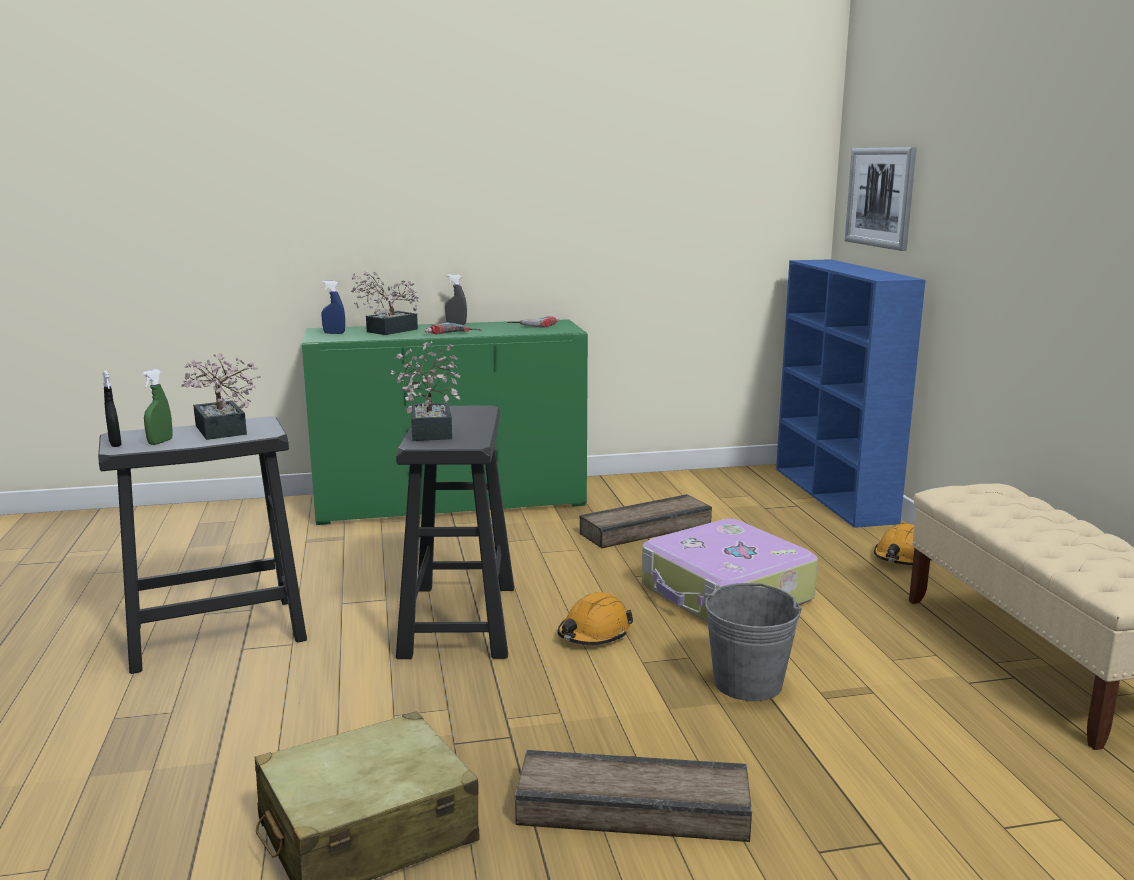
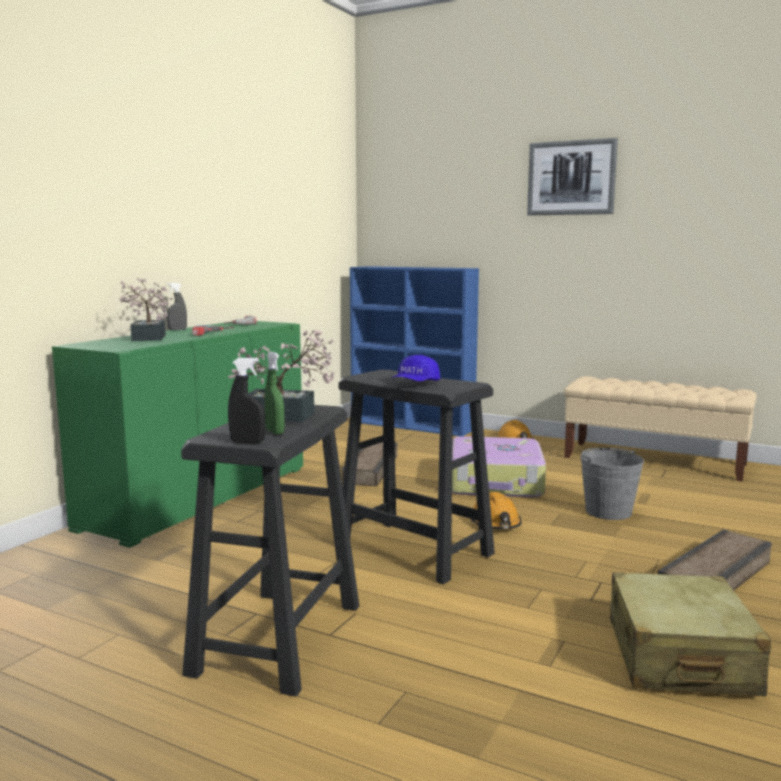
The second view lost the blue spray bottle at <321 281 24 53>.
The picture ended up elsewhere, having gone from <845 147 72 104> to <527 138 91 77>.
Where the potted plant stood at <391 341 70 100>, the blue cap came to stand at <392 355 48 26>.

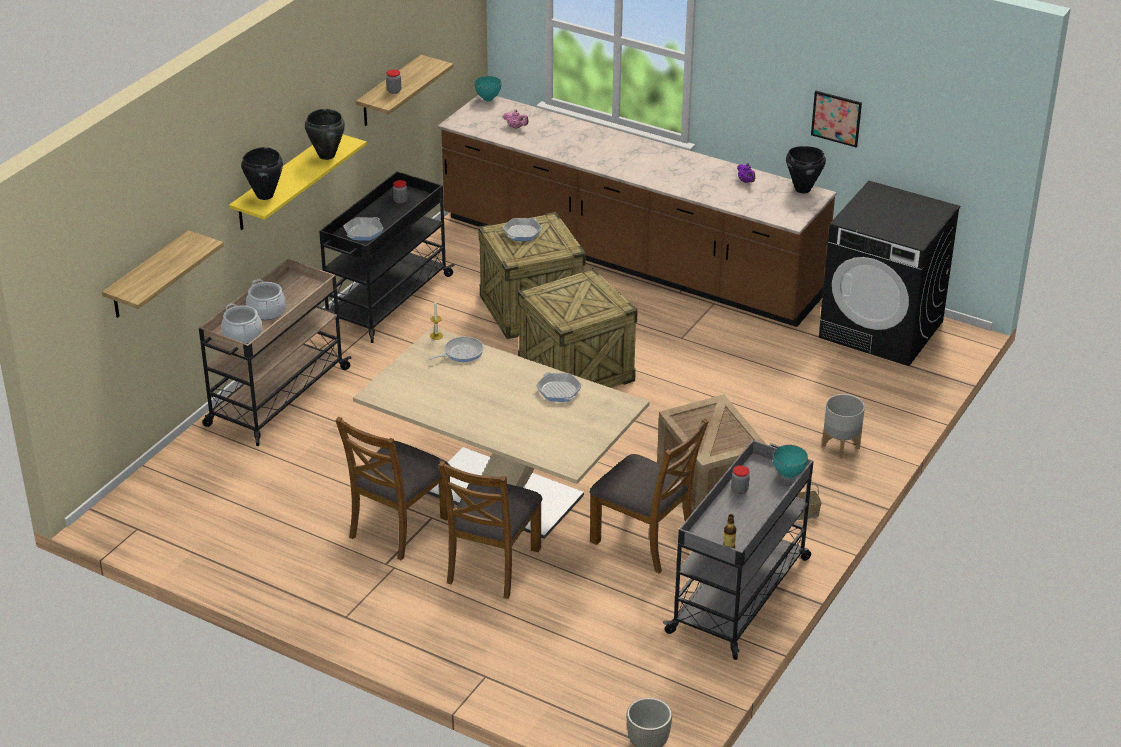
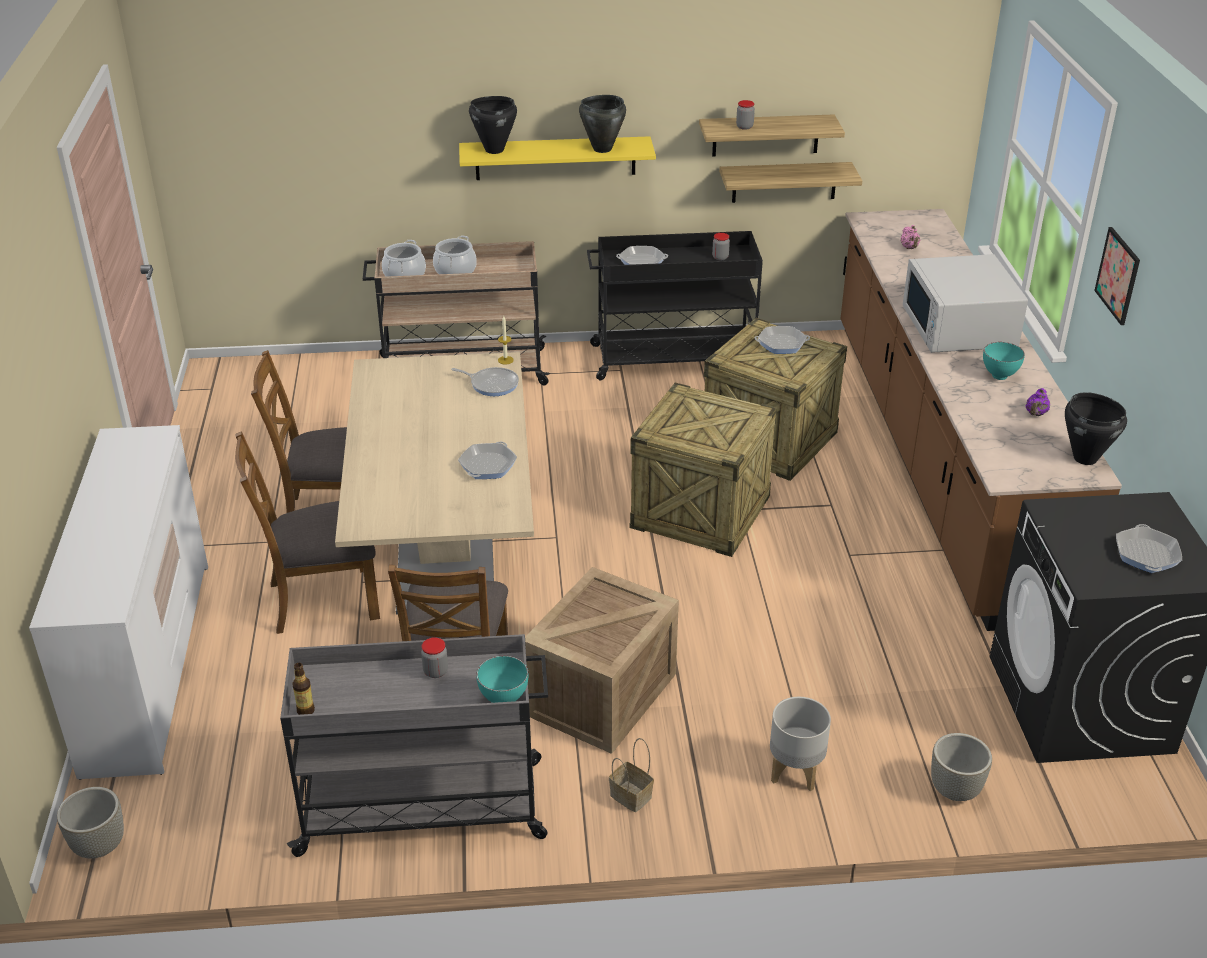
The second view gained the white dresser at <29 425 179 355>.
The second view gained the white microwave at <903 254 125 99>.
The second view gained the grey planter at <931 733 61 68>.
The second view gained the frying pan at <1116 524 66 49>.
The shelf ended up elsewhere, having gone from <102 230 122 88> to <719 162 143 41>.
The turquoise bowl ended up elsewhere, having gone from <475 76 26 25> to <983 342 42 38>.
The picture ended up elsewhere, having gone from <811 91 51 56> to <1094 227 46 98>.

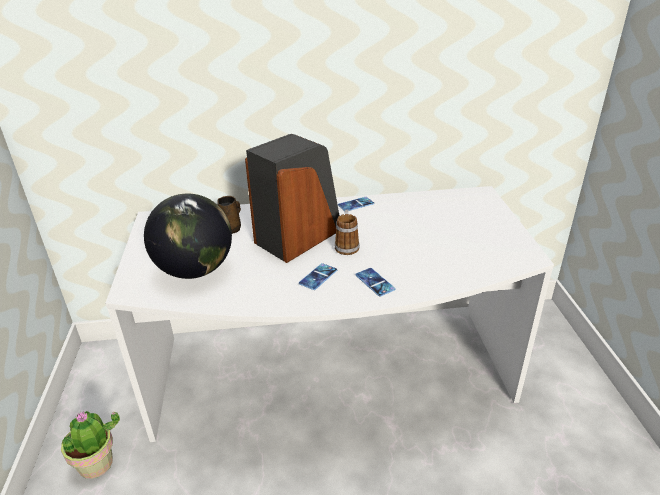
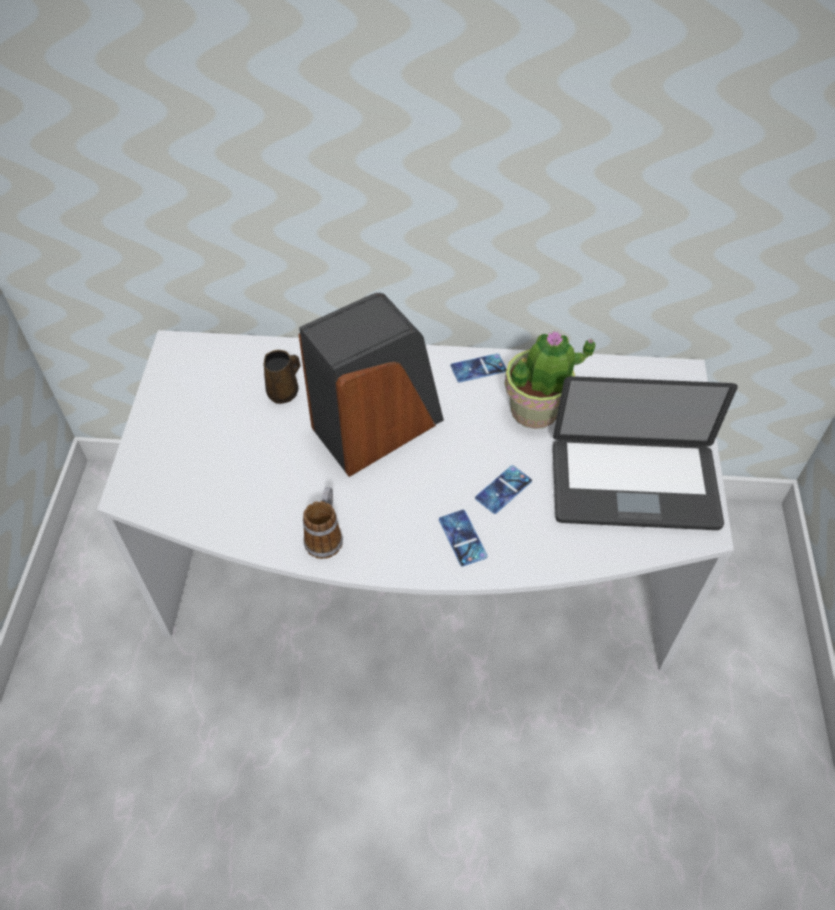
The second view lost the globe at <144 193 88 86>.
The second view gained the laptop at <553 376 185 154>.
The potted plant ended up elsewhere, having gone from <61 410 59 69> to <505 331 90 98>.
The phone ended up elsewhere, having gone from <299 263 38 27> to <475 465 57 49>.
The mug ended up elsewhere, having gone from <335 210 25 45> to <303 487 40 72>.

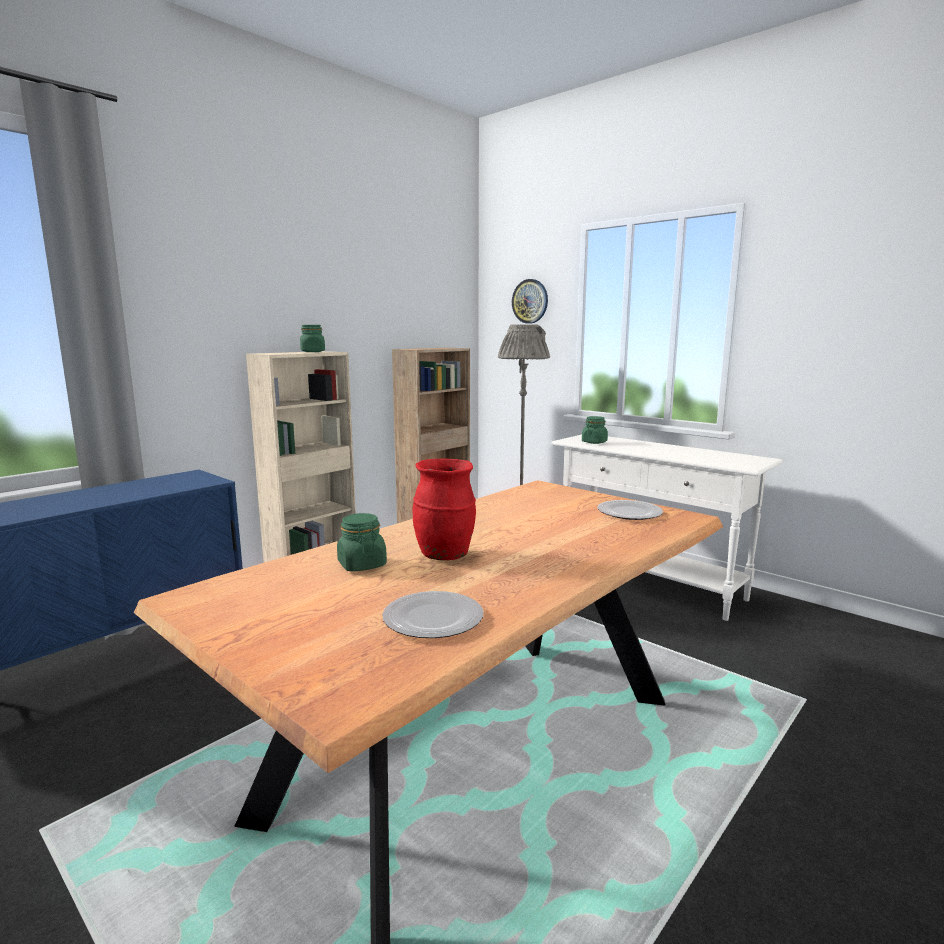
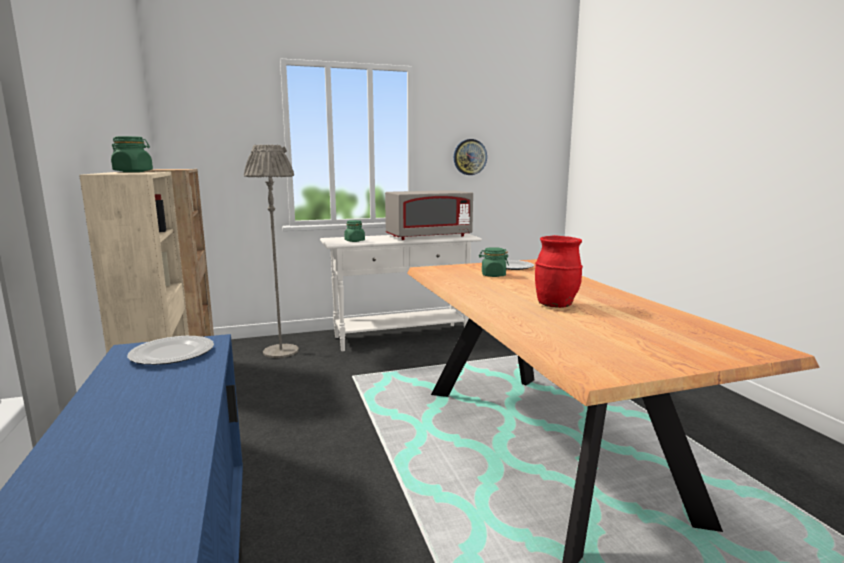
The second view gained the grey microwave at <385 190 88 50>.
The green jar ended up elsewhere, having gone from <337 513 50 59> to <479 247 30 30>.
The plate ended up elsewhere, having gone from <382 591 102 47> to <127 336 87 29>.
The wall clock ended up elsewhere, having gone from <512 279 36 45> to <454 139 33 36>.

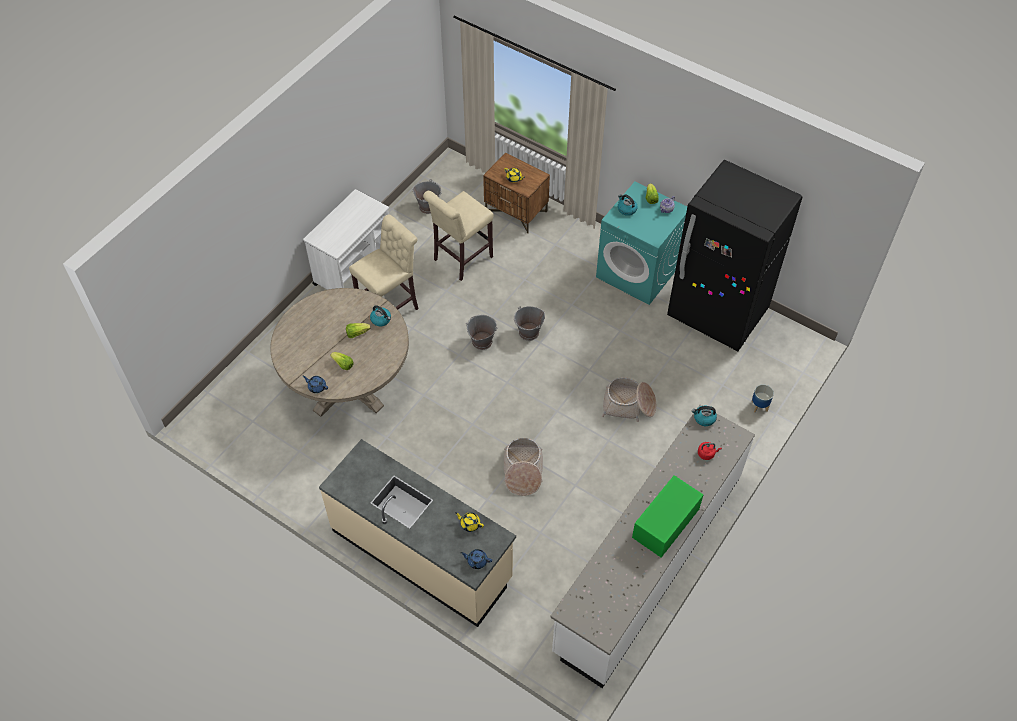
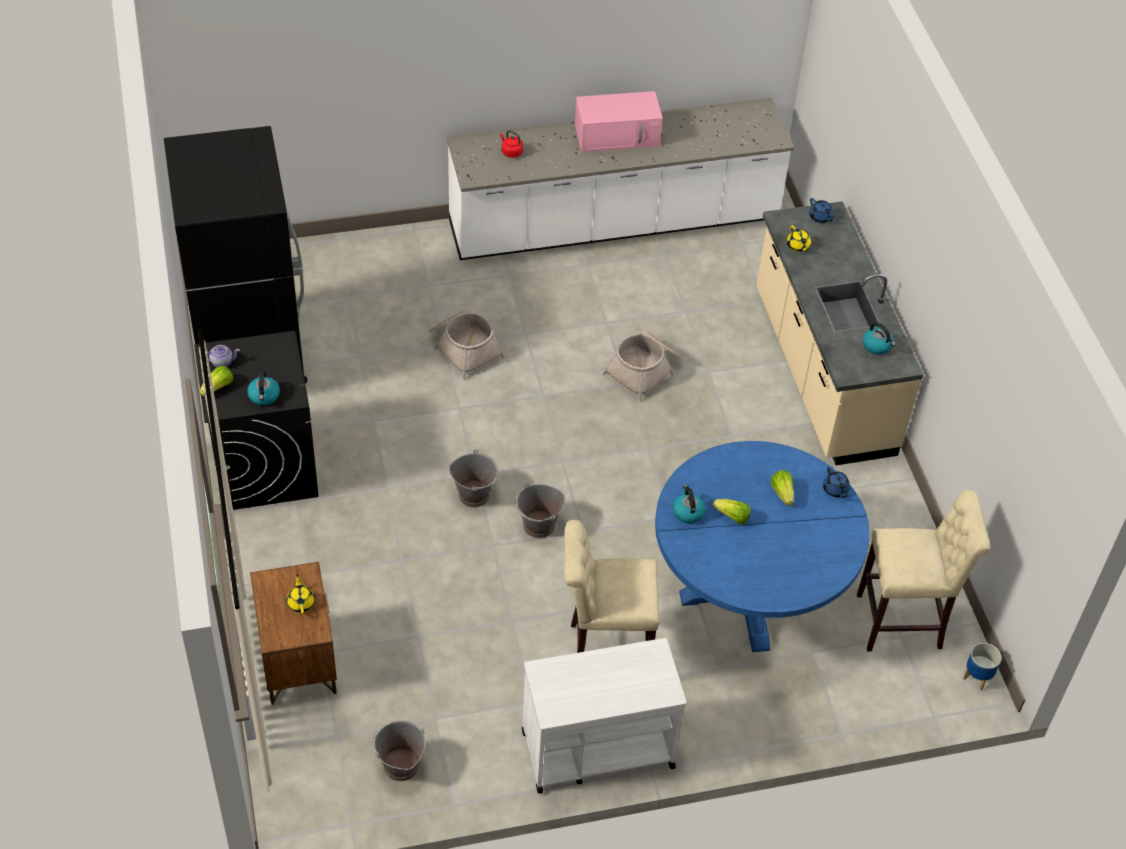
The beige stool ended up elsewhere, having gone from <423 190 70 91> to <857 490 134 162>.
The kettle ended up elsewhere, having gone from <692 406 25 20> to <863 322 33 33>.
The planter ended up elsewhere, having gone from <751 384 23 28> to <963 643 38 47>.
What was the beige dining table at <270 288 139 129> turned into the blue dining table at <655 441 215 211>.
What was the turquoise washing machine at <596 182 91 123> turned into the black washing machine at <194 331 125 179>.
What was the green microwave at <632 475 72 83> turned into the pink microwave at <575 91 88 61>.

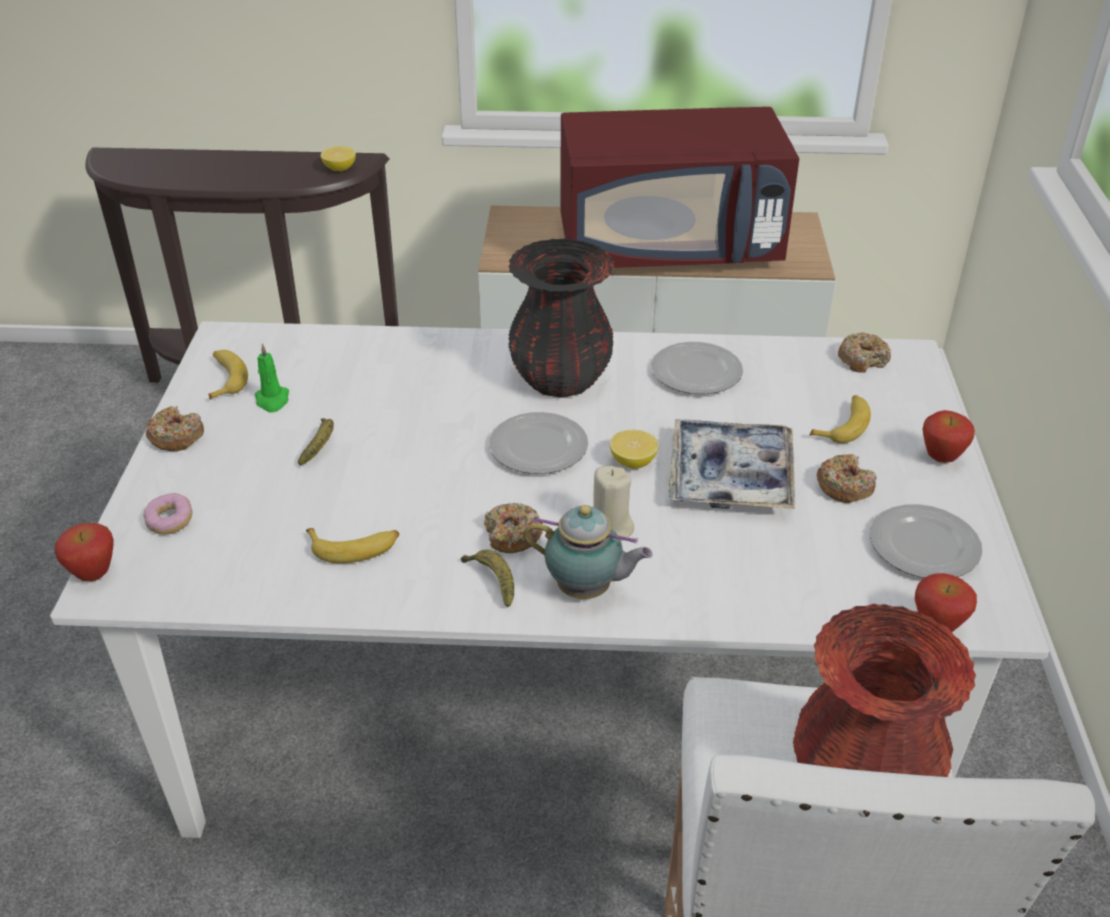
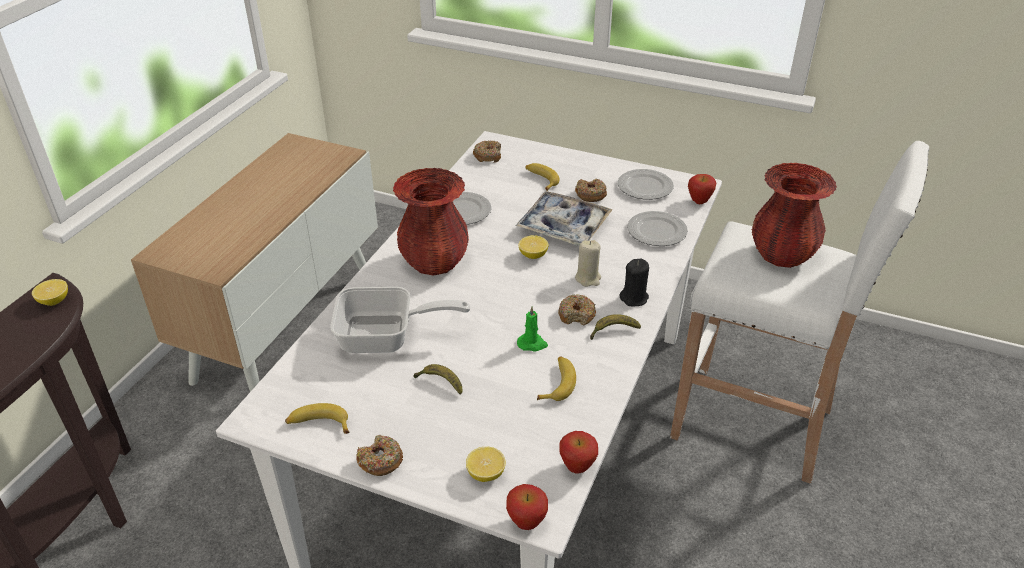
The second view lost the red microwave at <560 107 239 161>.
The second view gained the frying pan at <330 287 140 66>.
The green candle ended up elsewhere, having gone from <255 343 34 70> to <517 306 31 45>.
The plate ended up elsewhere, having gone from <489 412 99 62> to <627 211 61 35>.
The apple ended up elsewhere, having gone from <922 410 53 53> to <559 431 39 43>.
Where the donut stood at <144 493 49 42>, the lemon came to stand at <466 447 40 35>.
Where the teapot stood at <524 505 128 94>, the black candle came to stand at <620 258 29 49>.
What was the black vase at <508 238 107 160> turned into the red vase at <393 168 76 108>.

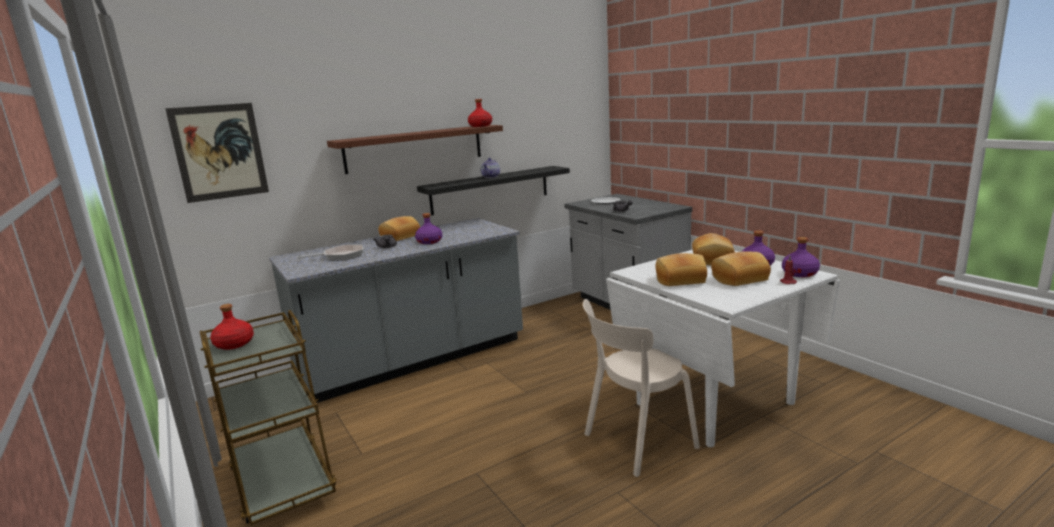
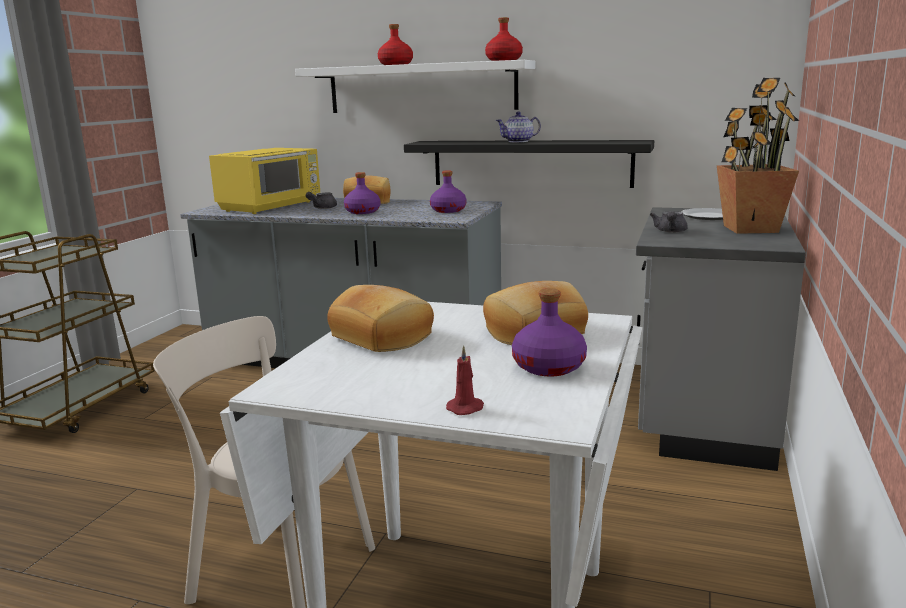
The second view lost the picture at <165 103 104 100>.
The second view lost the bread at <711 251 60 35>.
The second view gained the potted plant at <717 78 82 156>.
The red bottle ended up elsewhere, having gone from <210 304 44 46> to <378 24 35 41>.
The purple bottle ended up elsewhere, having gone from <782 237 38 40> to <430 170 36 43>.
Where the frying pan stood at <297 244 67 17>, the yellow microwave came to stand at <209 148 111 66>.
What was the brown shelf at <327 125 176 49> turned into the white shelf at <295 60 240 53>.

